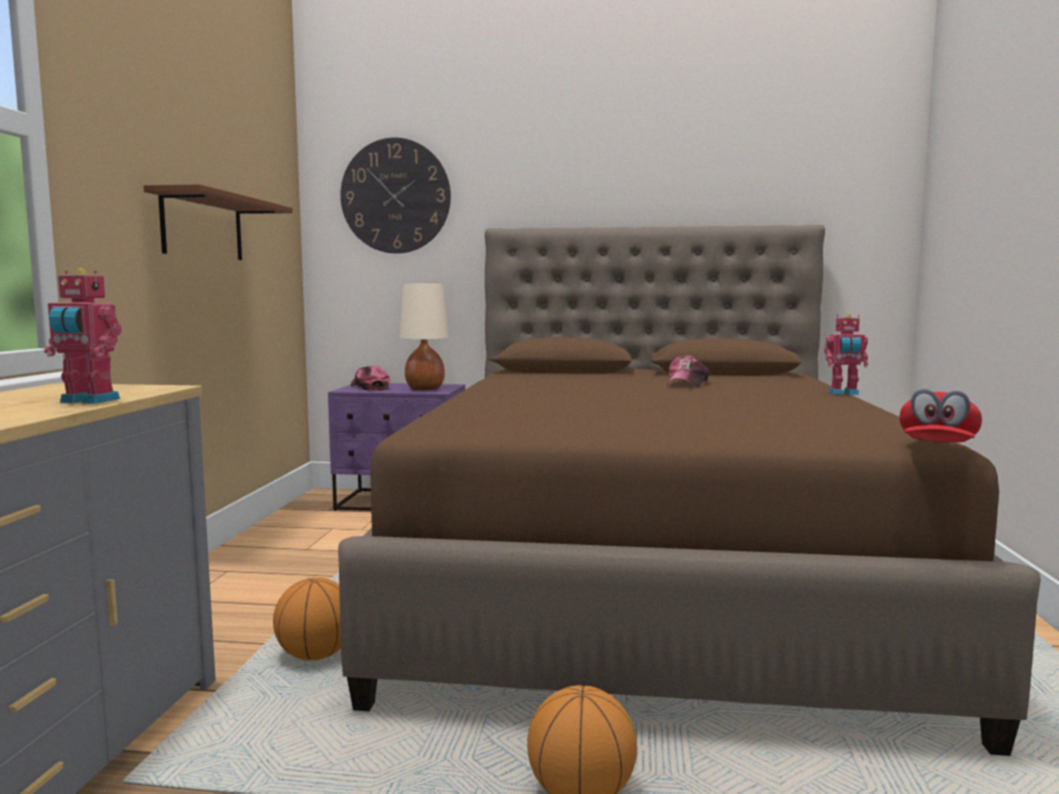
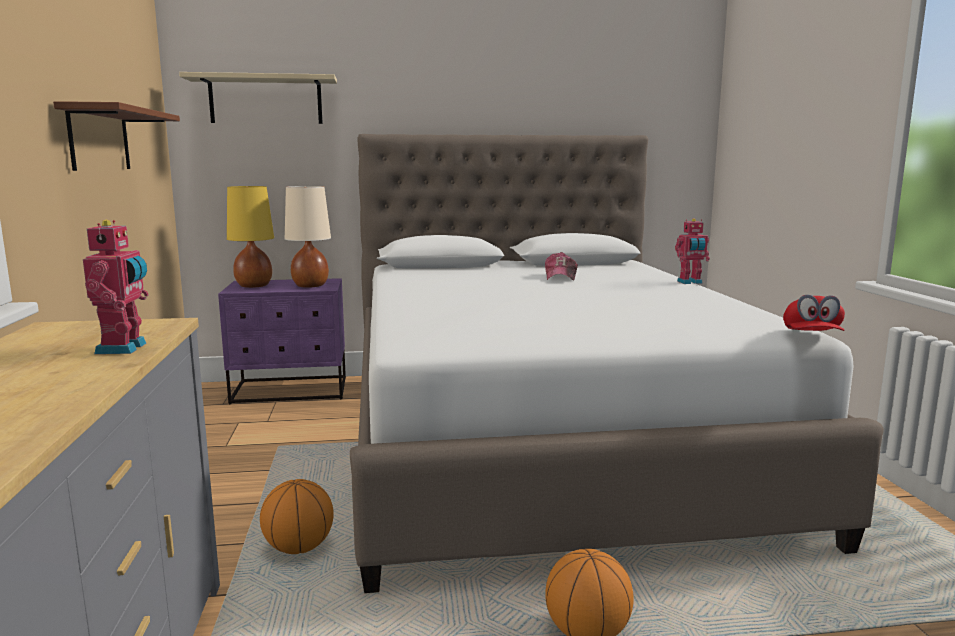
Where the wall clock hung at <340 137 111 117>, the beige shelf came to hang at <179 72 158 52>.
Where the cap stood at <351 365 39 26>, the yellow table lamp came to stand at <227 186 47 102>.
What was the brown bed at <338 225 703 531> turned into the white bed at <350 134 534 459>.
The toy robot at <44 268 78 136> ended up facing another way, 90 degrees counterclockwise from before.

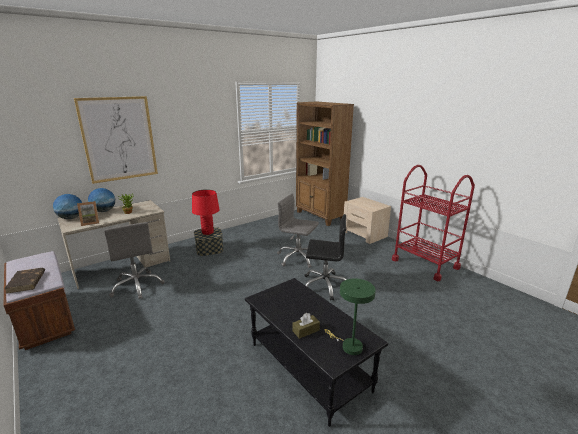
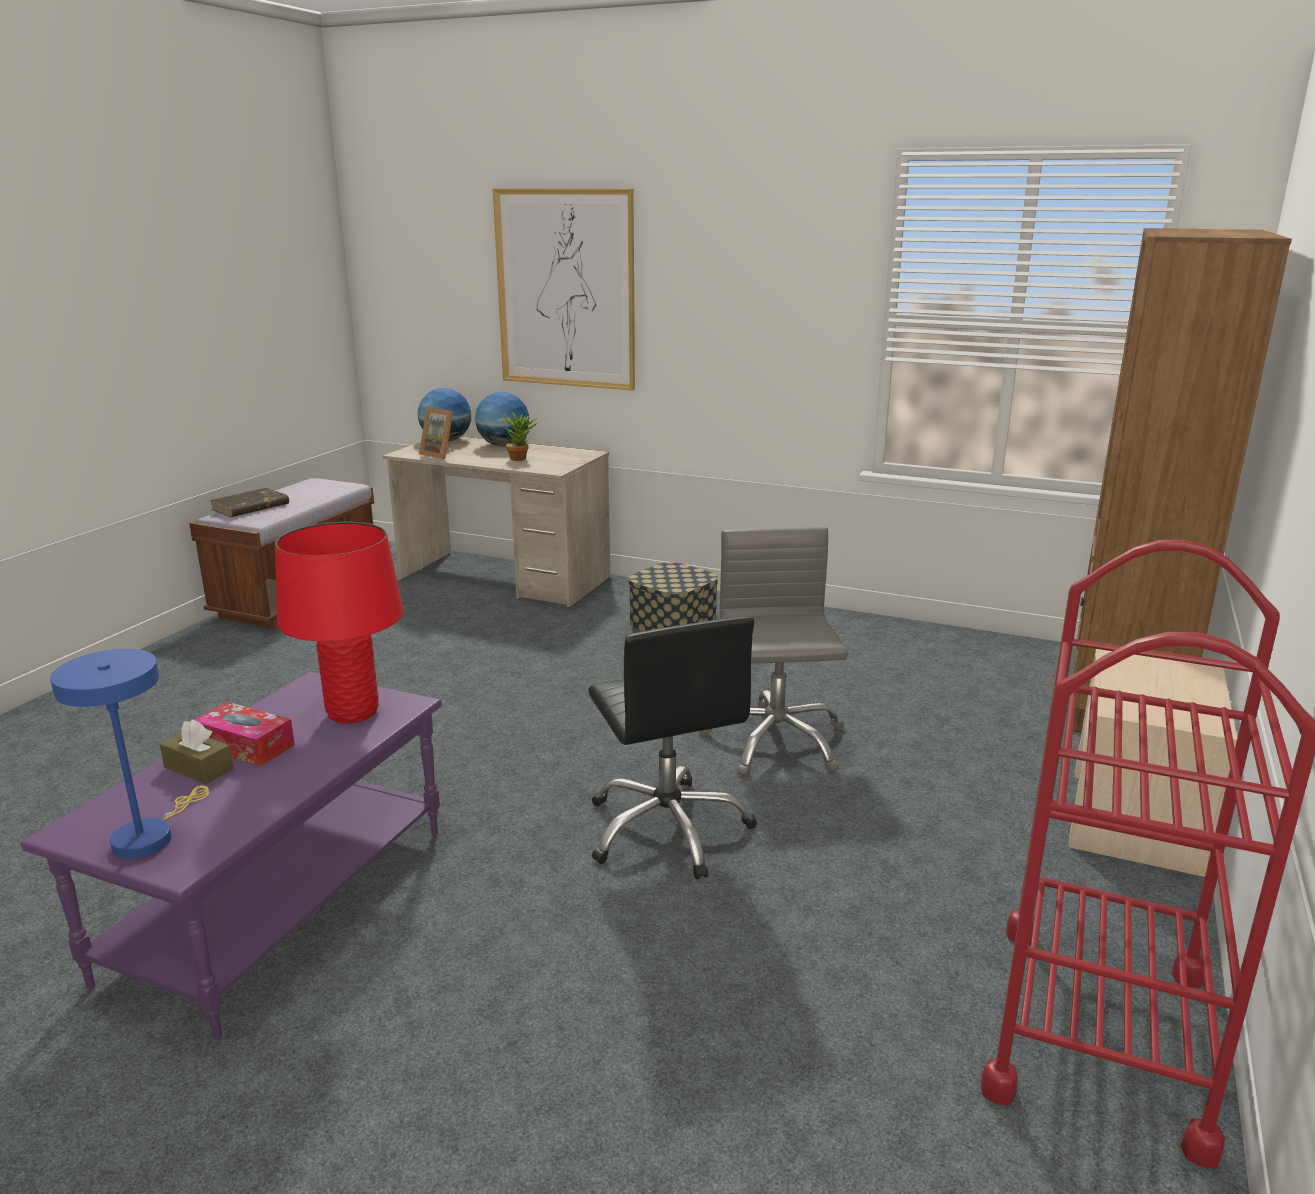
The second view lost the grey office chair at <104 222 61 77>.
The second view gained the tissue box at <194 702 101 64>.
The red table lamp ended up elsewhere, having gone from <192 189 28 46> to <275 522 128 202>.
What was the black coffee table at <245 278 143 149> turned into the purple coffee table at <20 672 422 367>.
What was the green table lamp at <324 278 52 77> turned into the blue table lamp at <50 649 159 210>.

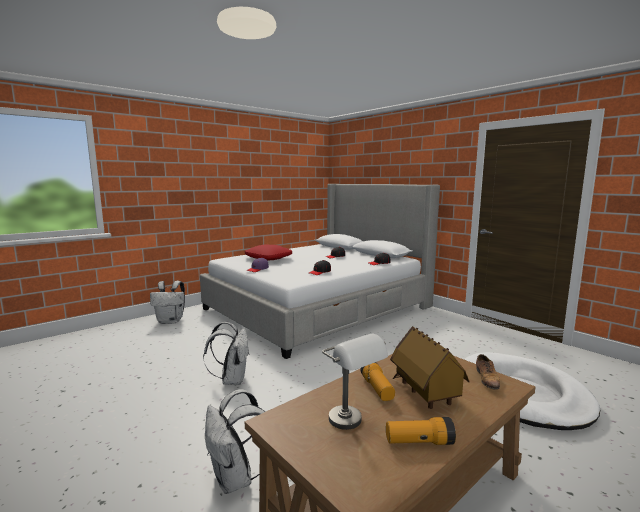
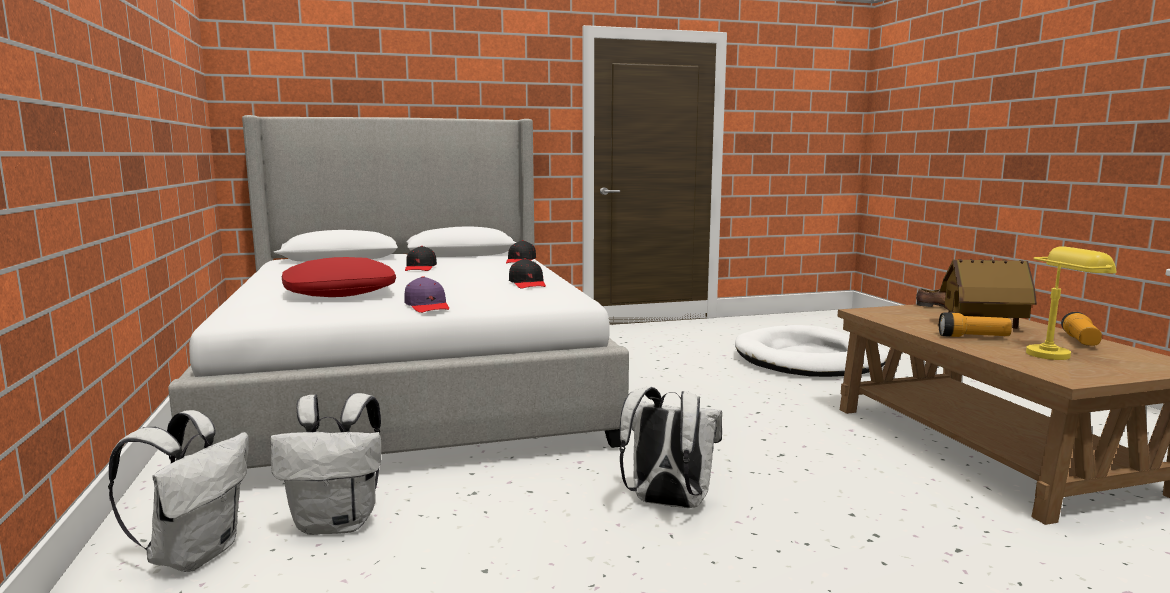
The white backpack ended up elsewhere, having gone from <205 389 60 105> to <270 393 111 142>.
What was the grey table lamp at <322 334 66 96> turned into the yellow table lamp at <1026 246 90 114>.

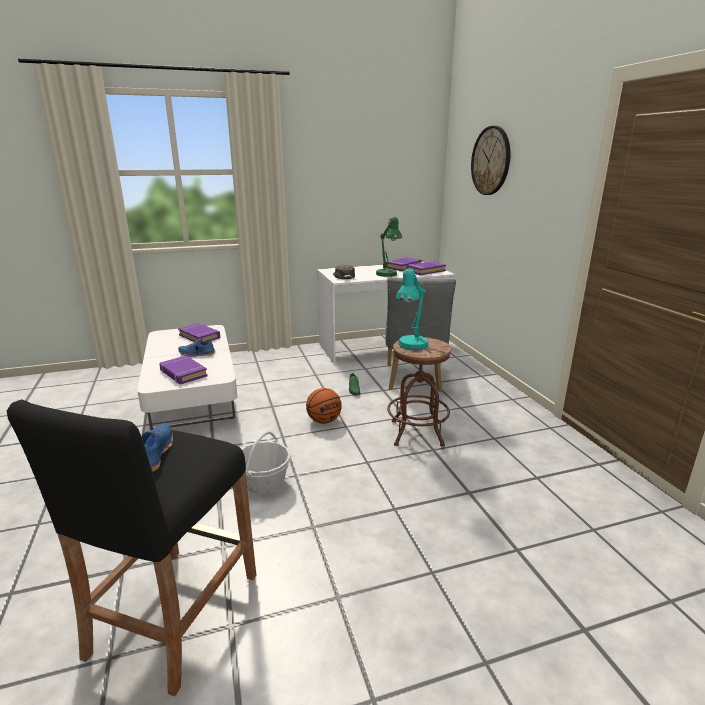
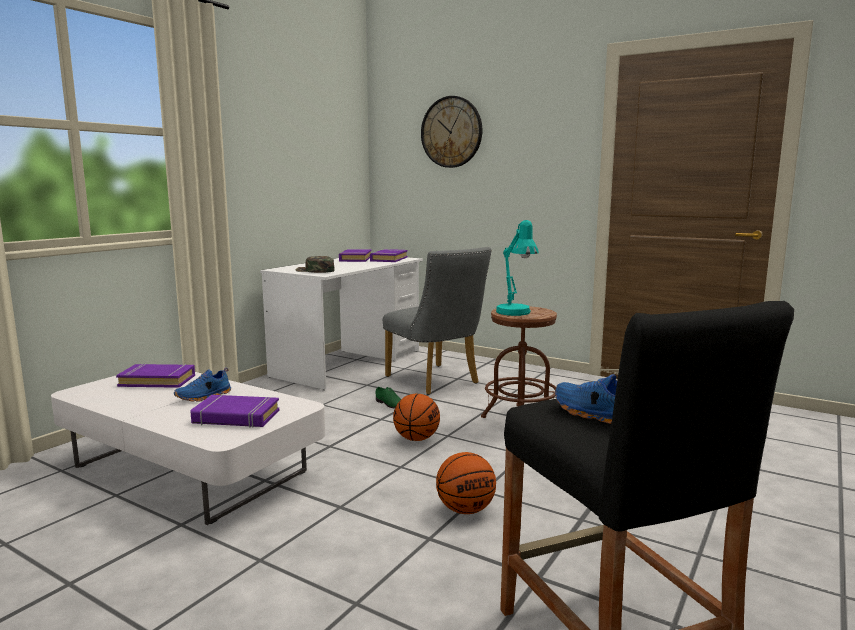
The second view lost the green table lamp at <376 217 26 60>.
Where the basket stood at <242 431 49 63>, the basketball came to stand at <436 452 60 62>.

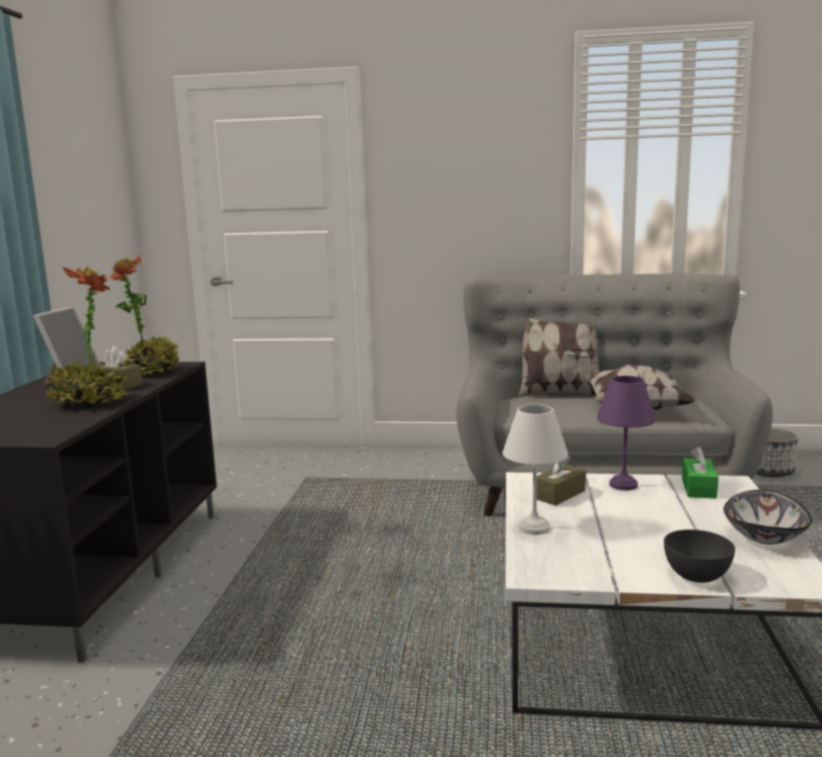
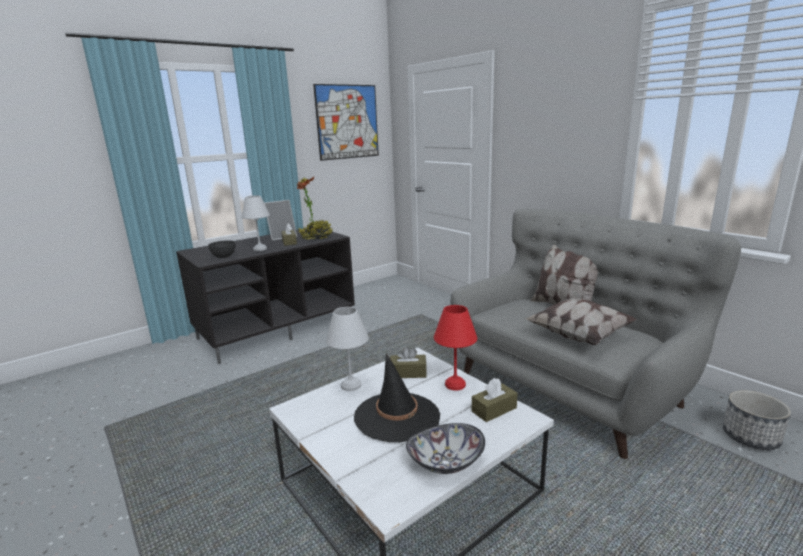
The second view gained the picture at <313 84 66 77>.
The second view gained the black hat at <354 353 86 90>.
The grey bowl ended up elsewhere, having gone from <664 529 71 54> to <208 240 27 18>.
Where the potted plant stood at <46 266 83 141>, the white table lamp came to stand at <241 195 29 56>.
What was the purple table lamp at <597 376 59 114> turned into the red table lamp at <434 305 43 85>.
What was the green tissue box at <682 446 37 53> turned into the brown tissue box at <472 378 46 44>.

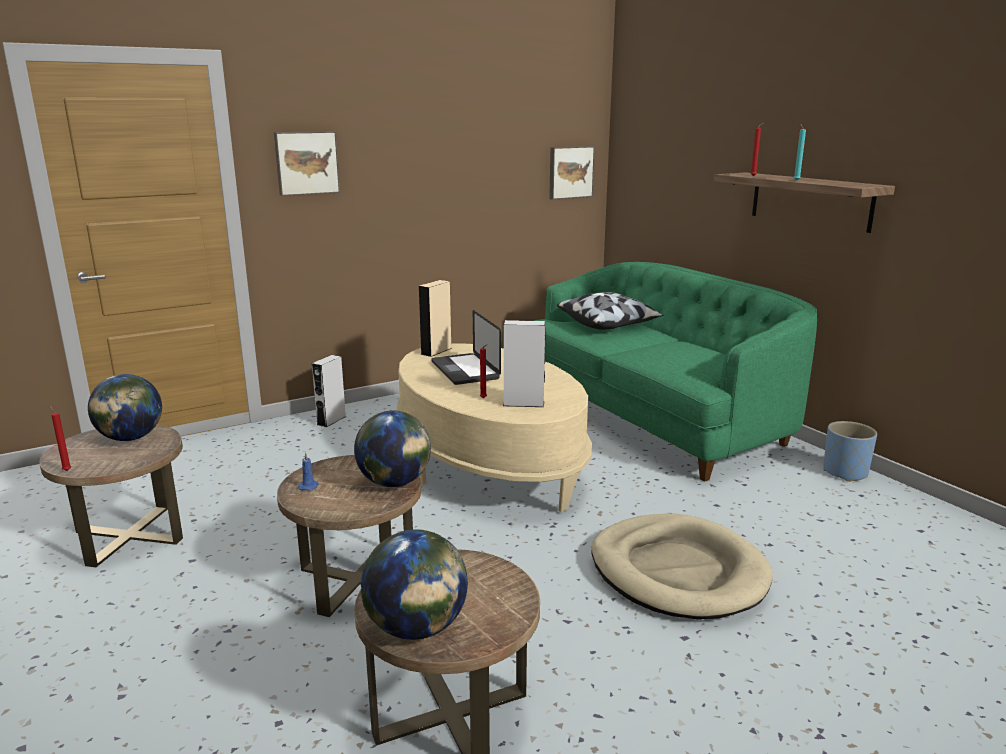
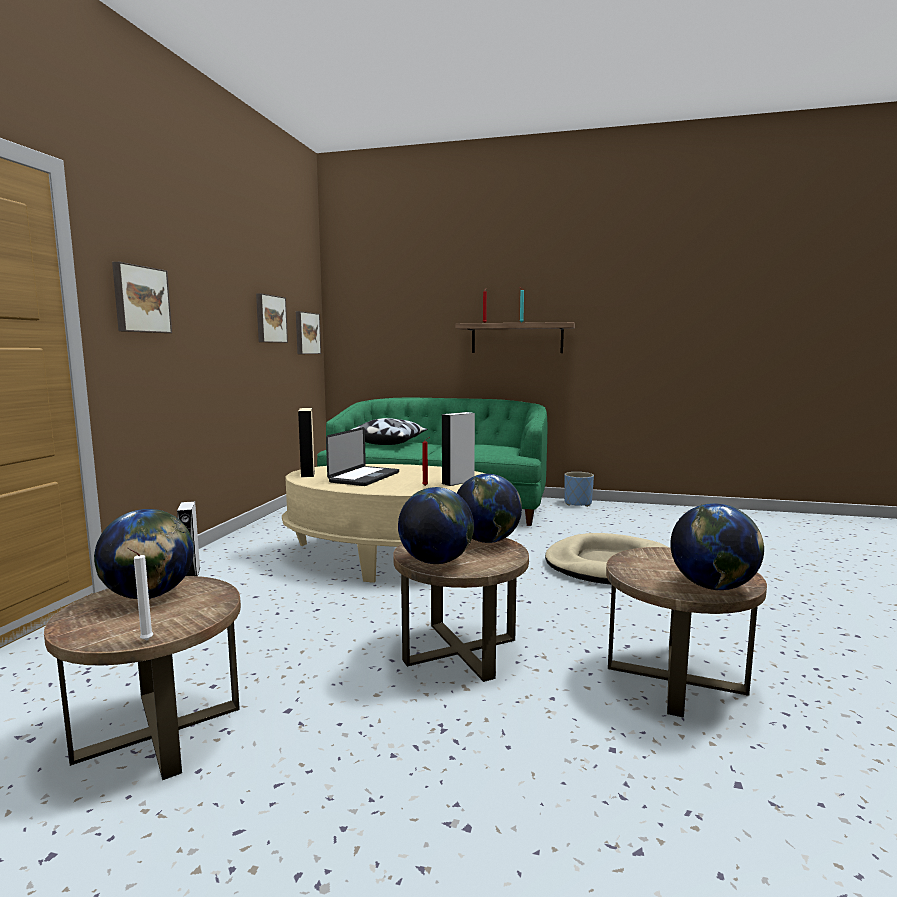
The second view gained the picture at <256 293 32 50>.
Where the blue candle stood at <298 452 21 39>, the globe came to stand at <398 487 76 77>.
What was the red candle at <50 406 21 65> turned into the white candle at <127 548 26 92>.
The laptop at <431 310 70 75> ended up facing another way, 90 degrees counterclockwise from before.

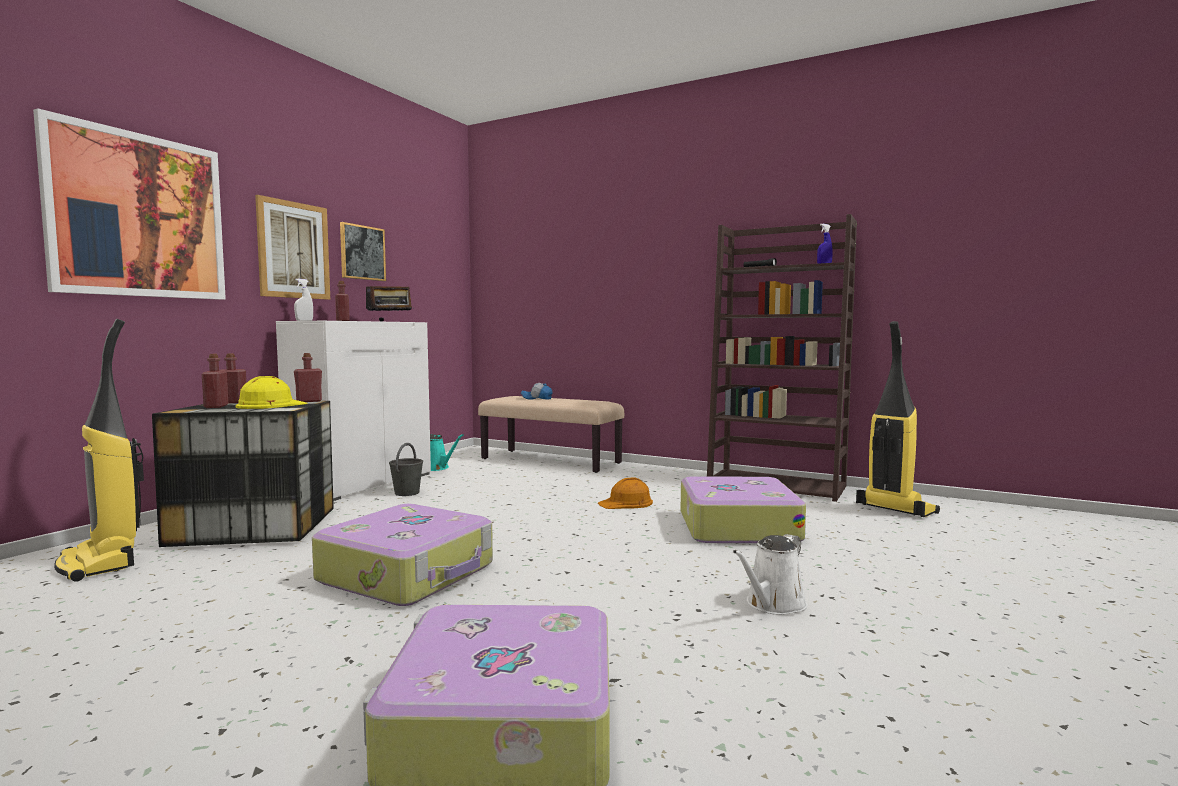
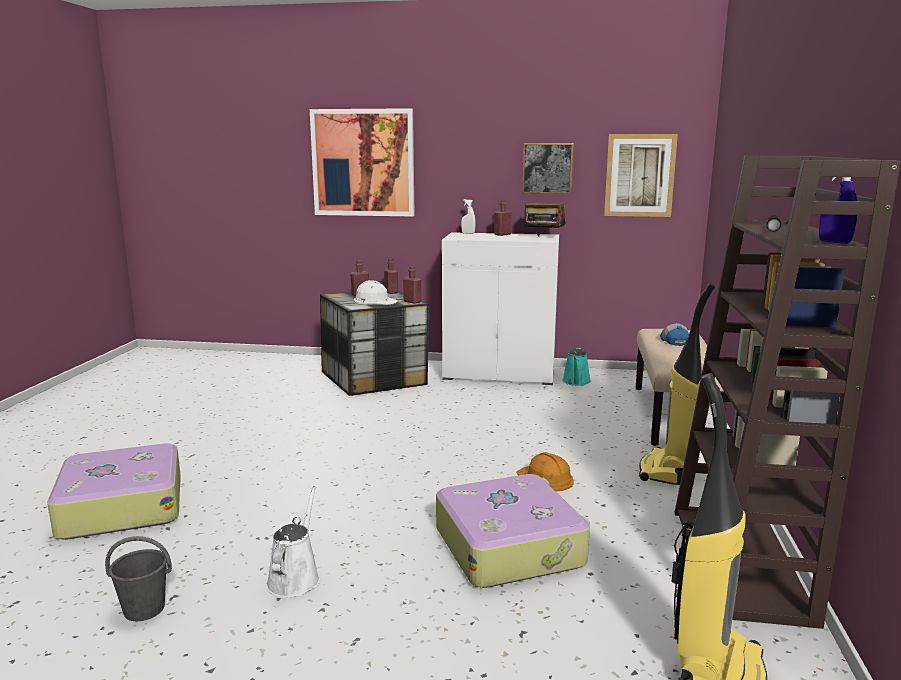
The second view lost the suitcase at <312 504 181 102>.
The vacuum cleaner ended up elsewhere, having gone from <54 319 90 262> to <639 283 76 202>.
The picture ended up elsewhere, having gone from <255 195 75 105> to <604 134 74 83>.
The grey bucket ended up elsewhere, having gone from <389 443 34 53> to <105 536 67 85>.
What was the yellow hard hat at <236 376 72 33> turned into the white hard hat at <354 280 44 25>.
The white watering can at <733 534 75 81> ended up facing another way, 75 degrees clockwise from before.

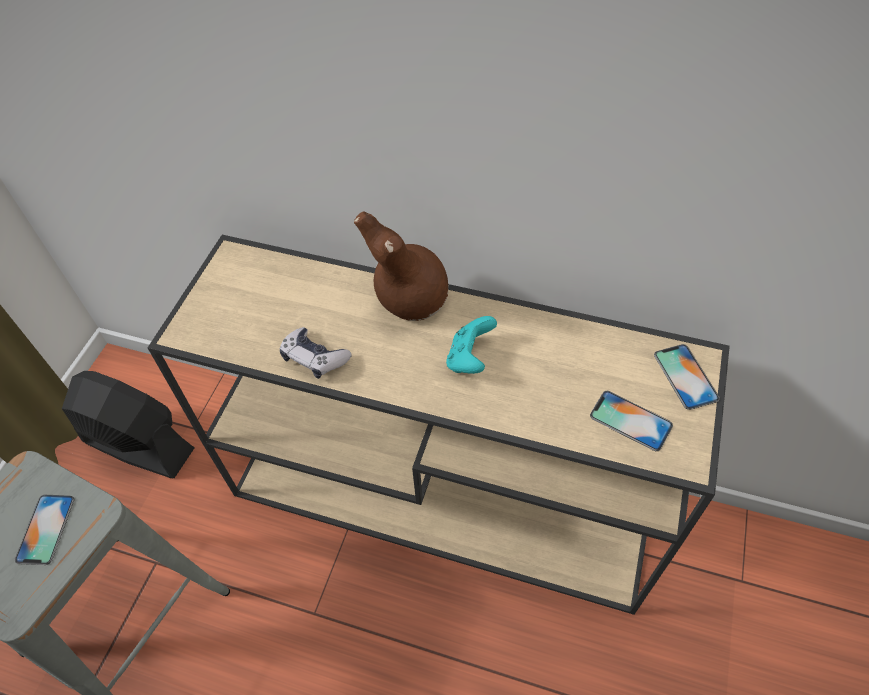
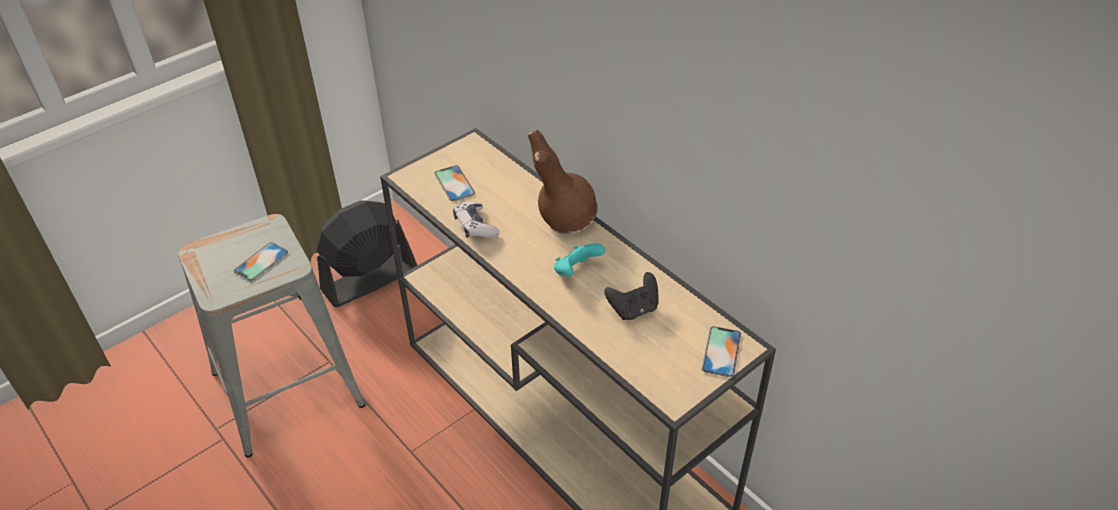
The second view gained the black game controller at <604 272 55 48>.
The phone ended up elsewhere, having gone from <590 391 83 60> to <434 165 41 36>.
The black fan at <62 371 132 107> ended up facing another way, 90 degrees counterclockwise from before.

